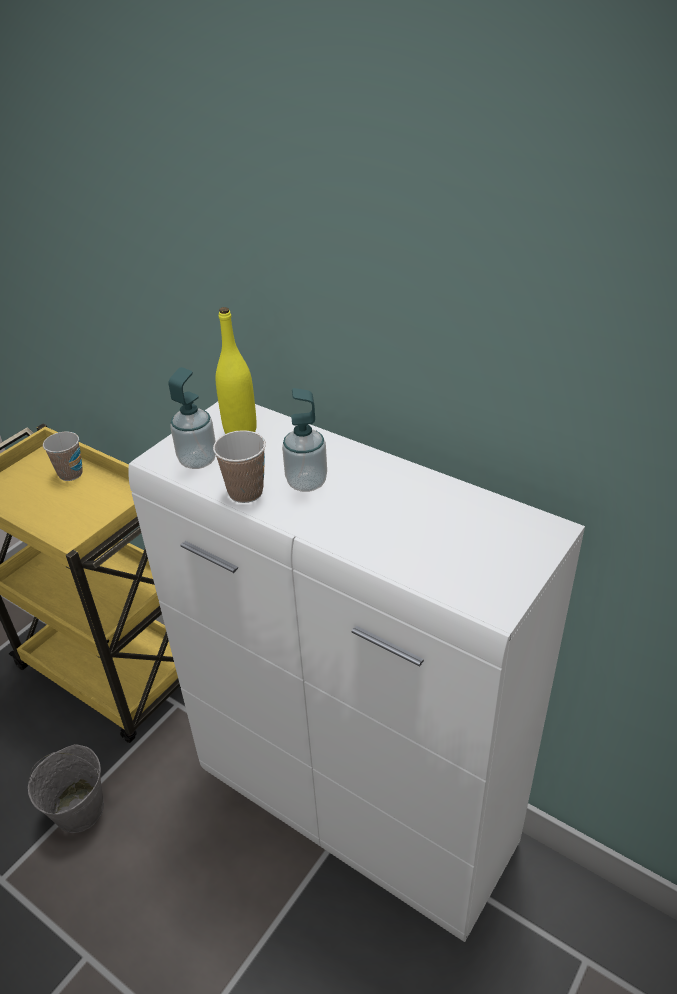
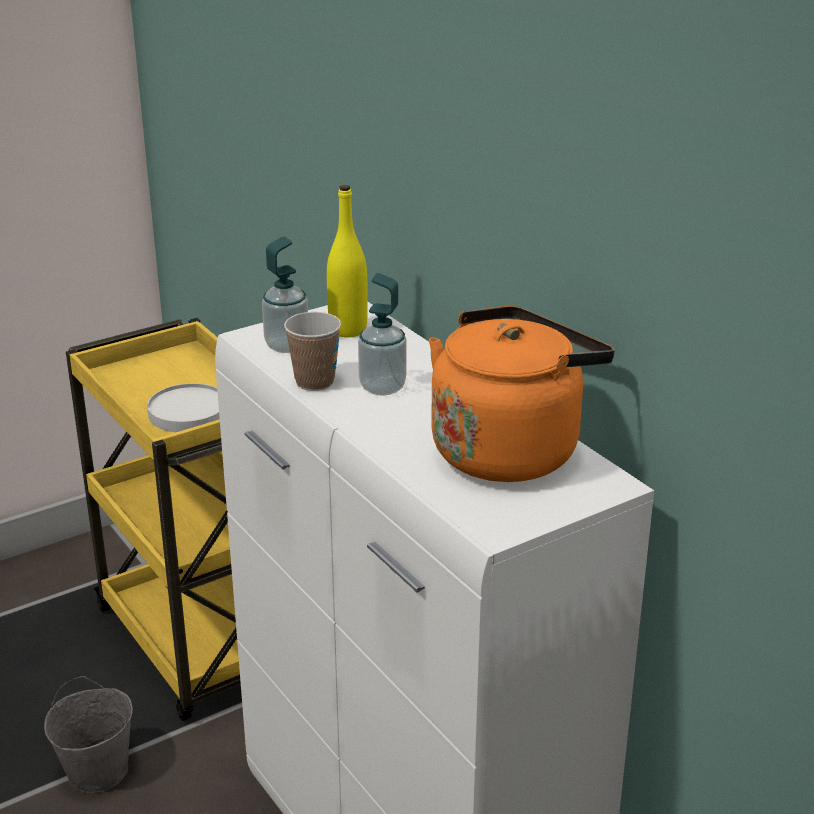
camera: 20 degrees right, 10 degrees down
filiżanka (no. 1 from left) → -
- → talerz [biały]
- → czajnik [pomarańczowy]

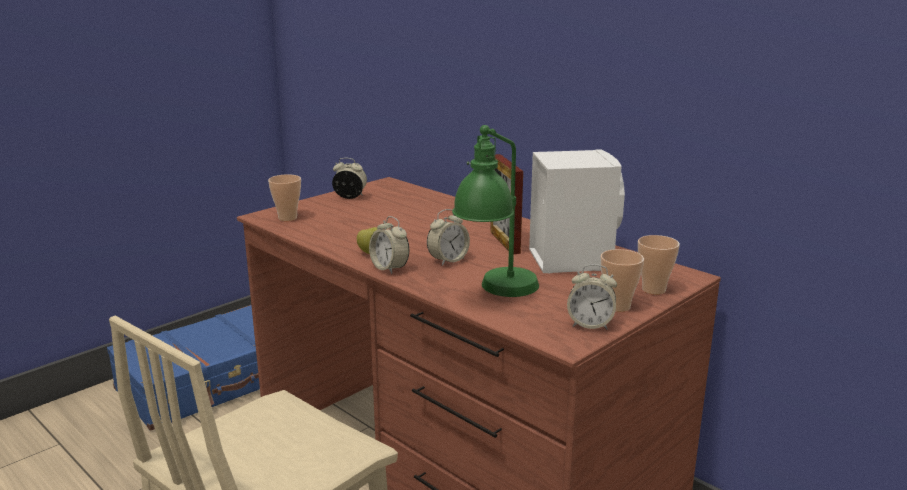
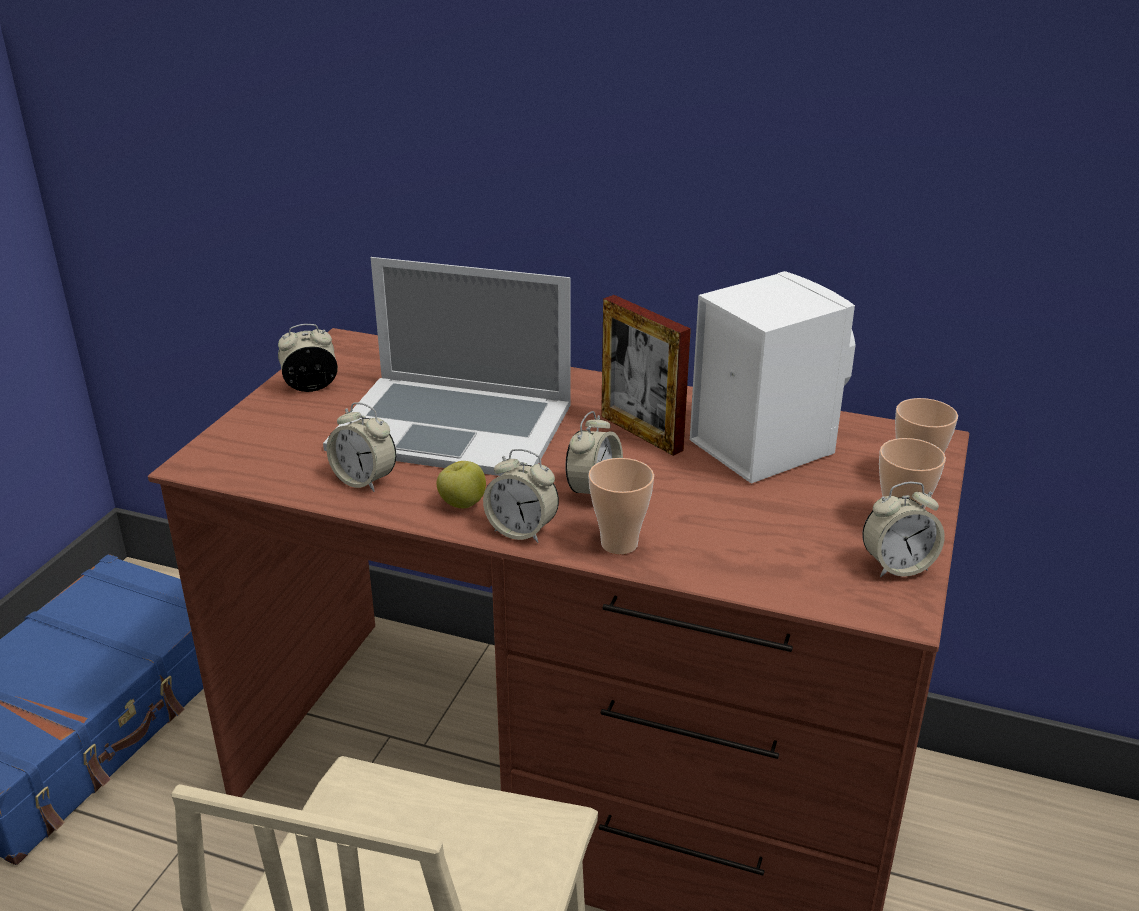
camera: 25 degrees left, 10 degrees up
filiżanka (no. 1 from left), shifted
lampa stołowa [zielony] → -
- → laptop
- → budzik (no. 2 from left)

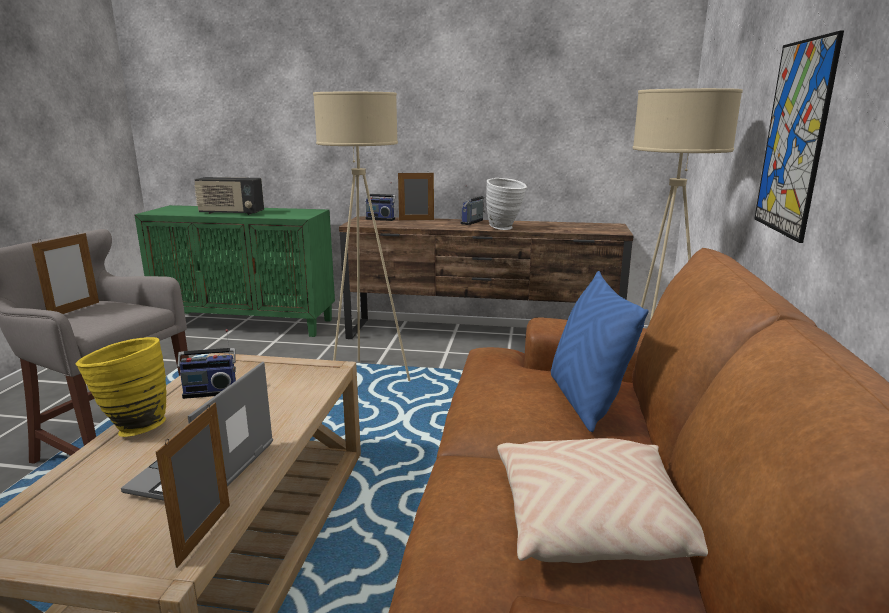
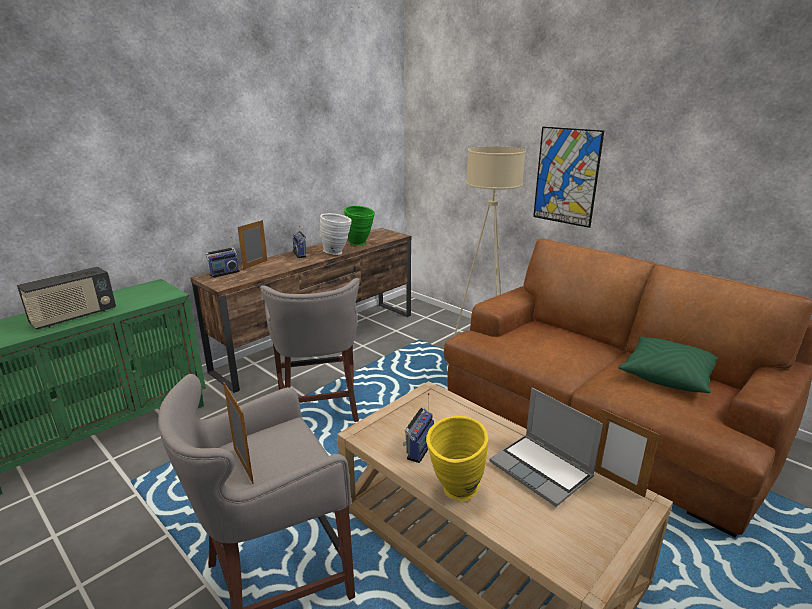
camera: 55 degrees left, 5 degrees up
lampa stojąca [beżowy] (no. 1 from left) → stołek [szary] (no. 2 from left)
poduszka [beżowy] → poduszka [zielony]
poduszka [niebieski] → -
- → wazon [zielony]

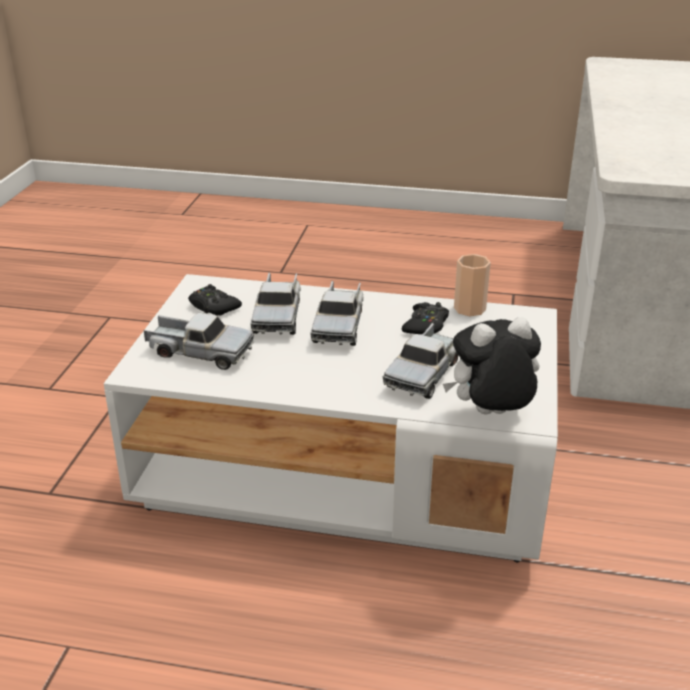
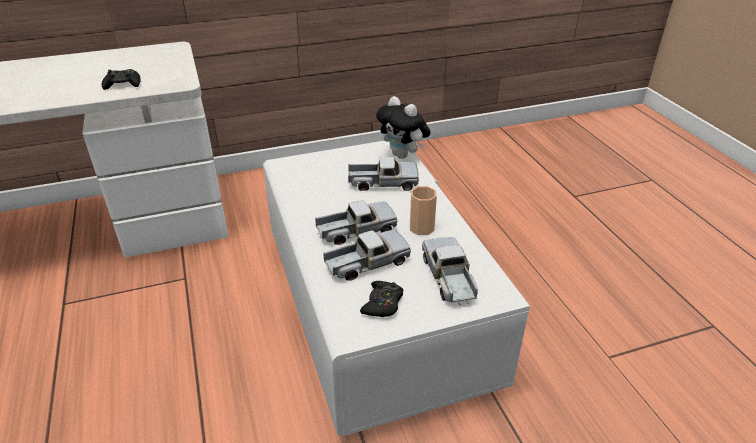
camera: 120 degrees left, 5 degrees up
pad do gier [czarny] (no. 2 from left in the first image) → pad do gier [czarny] (no. 1 from left), shifted
filiżanka, shifted

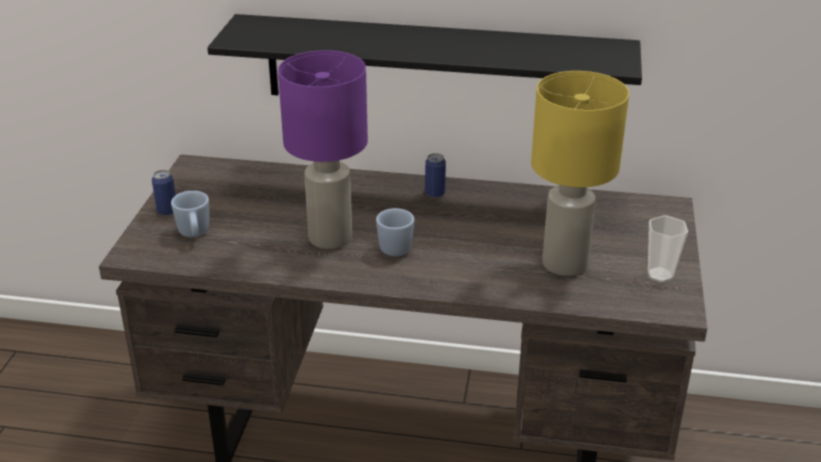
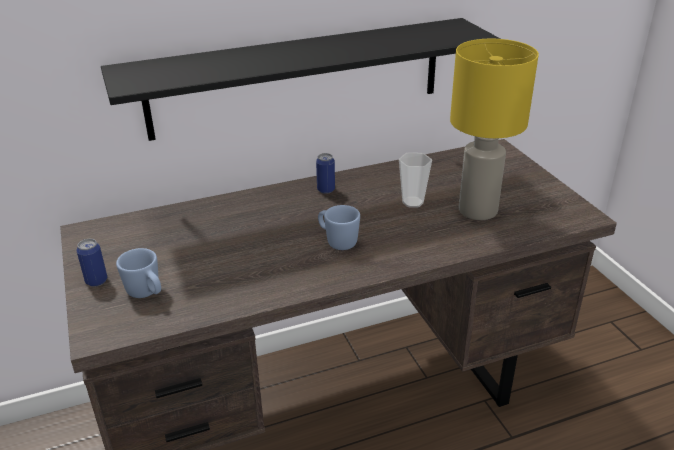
camera: 30 degrees left, 0 degrees up
lampa stołowa [fioletowy] → -
filiżanka, shifted

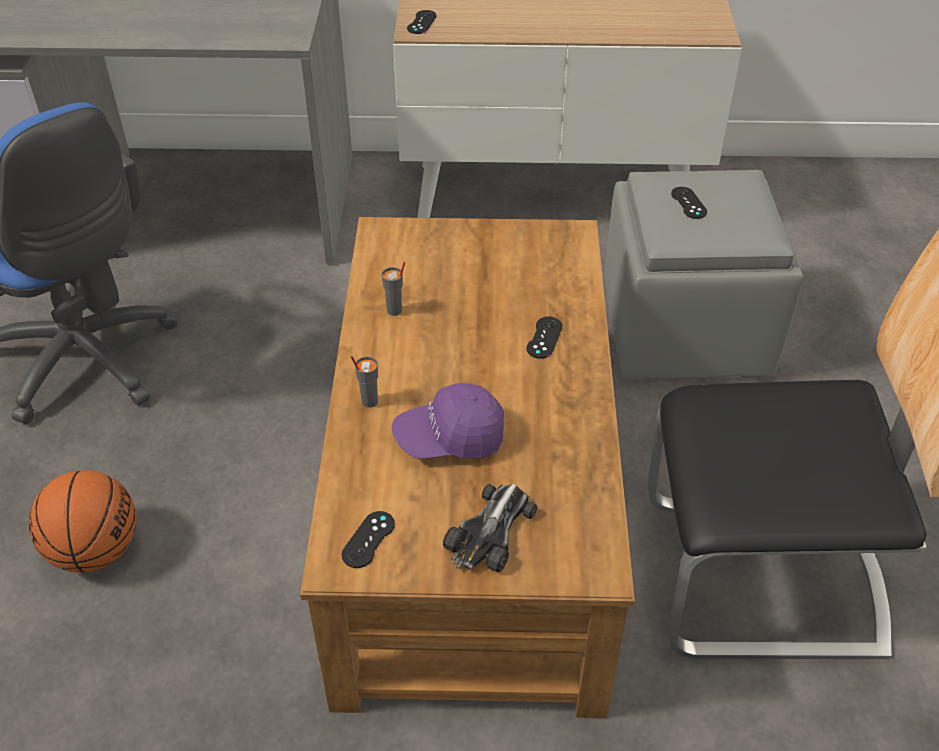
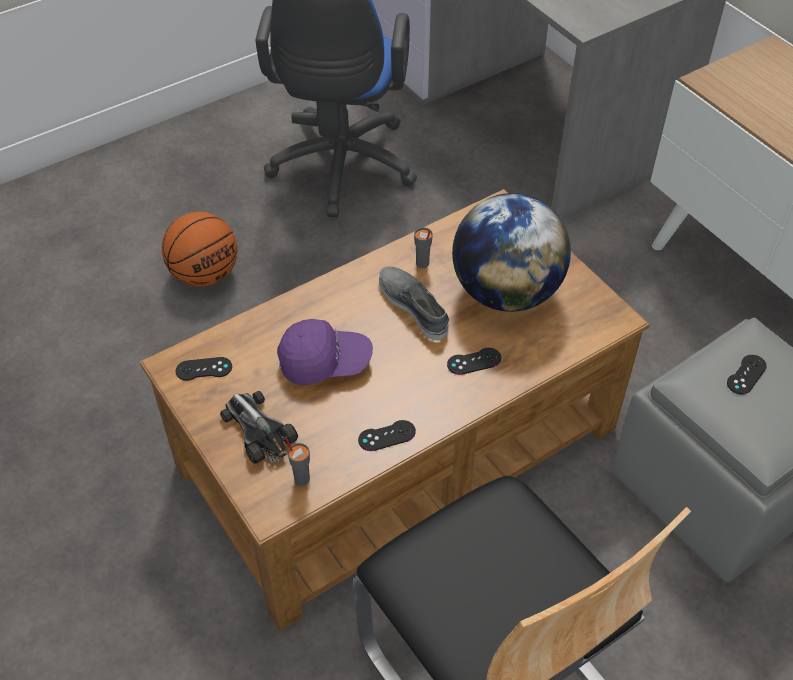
camera: 55 degrees right, 5 degrees up
filiżanka [szary] (no. 1 from left), shifted
czapka z daszkiem [fioletowy], 135 degrees clockwise
pad do gier [czarny] (no. 2 from left), shifted
samochodzik, 120 degrees counterclockwise
- → but [szary]
- → globus

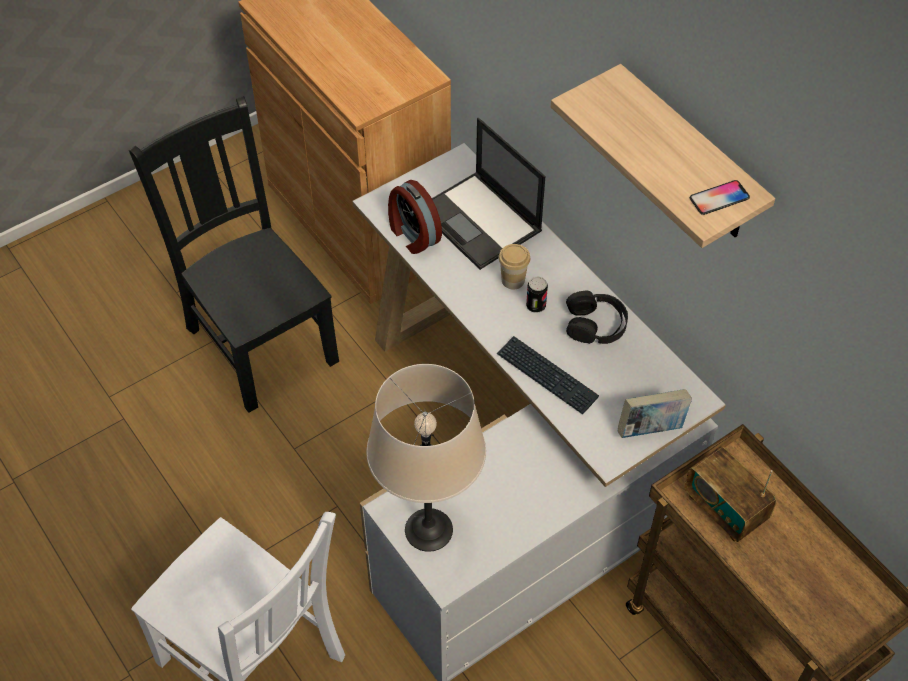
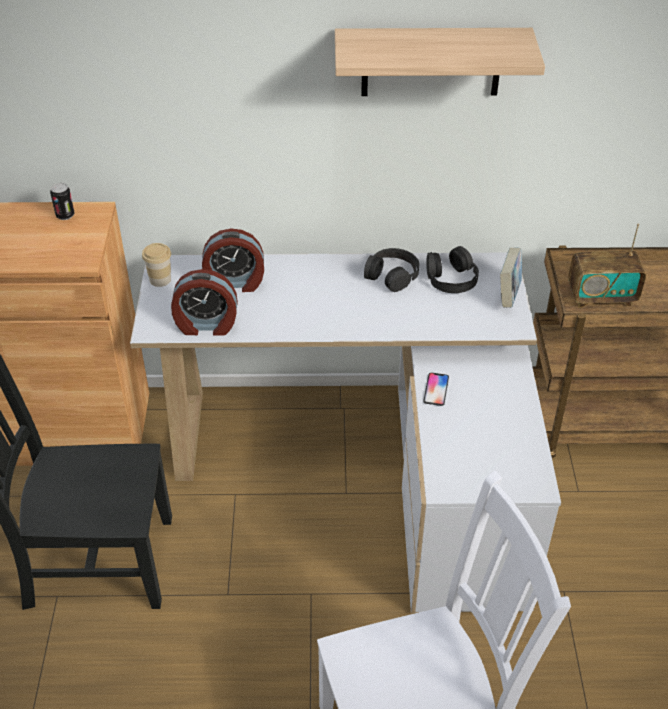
camera: 55 degrees left, 10 degrees down
lampa stołowa [beżowy] → -
laptop → budzik (no. 2 from left)
klawiatura → -
filiżanka, shifted
puszka, shifted
telefon, shifted
- → słuchawki [czarny] (no. 2 from left)

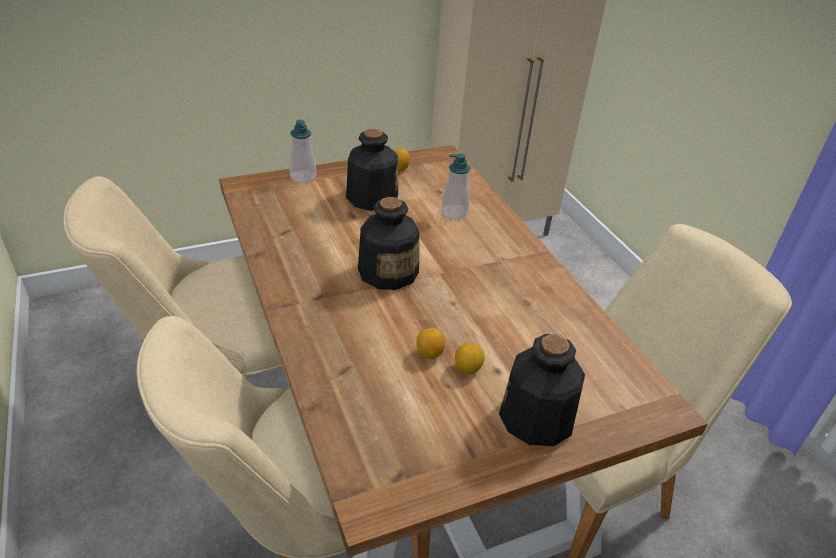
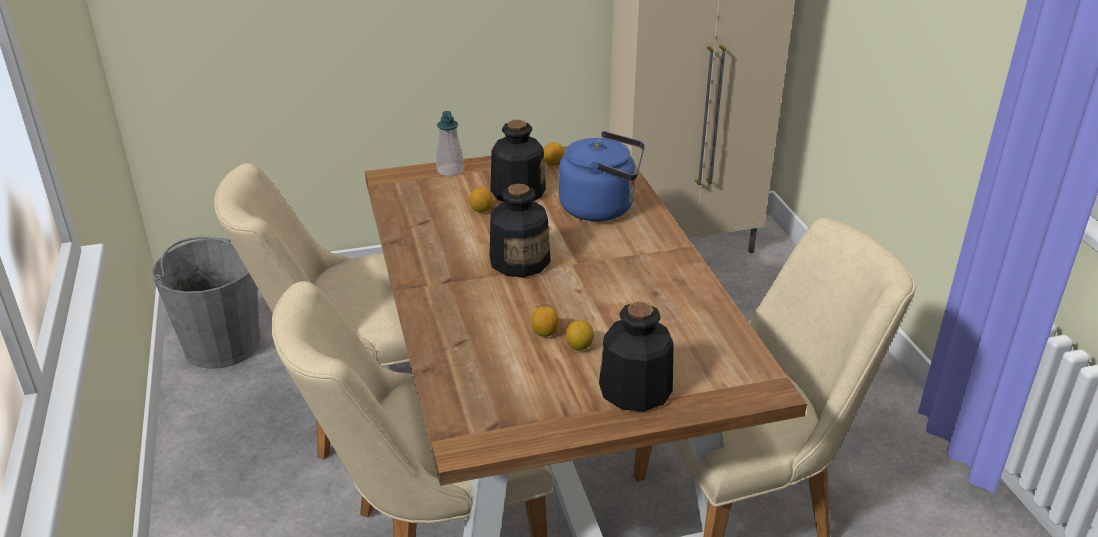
camera: 10 degrees right, 5 degrees down
dozownik mydła (no. 2 from left) → czajnik [niebieski]
- → wiadro [szary]
- → cytryna (no. 1 from left)

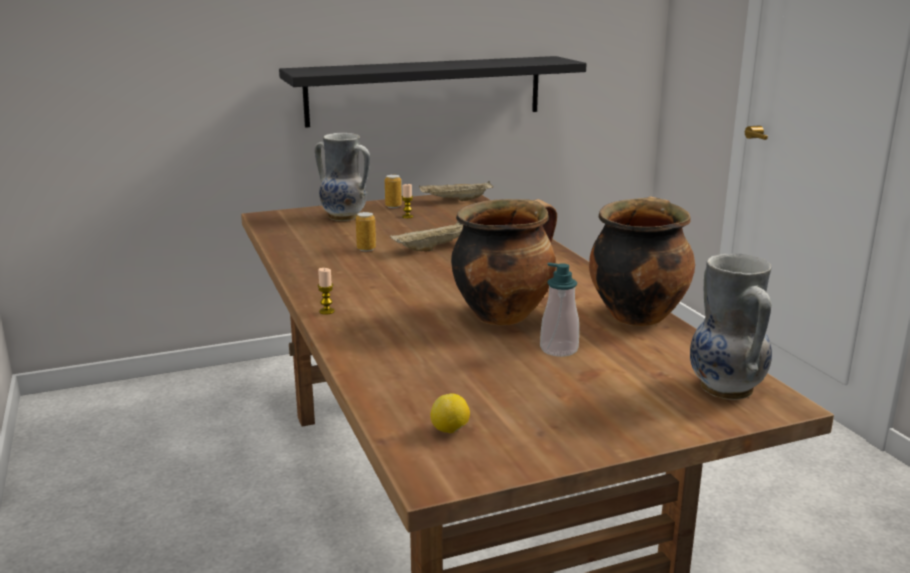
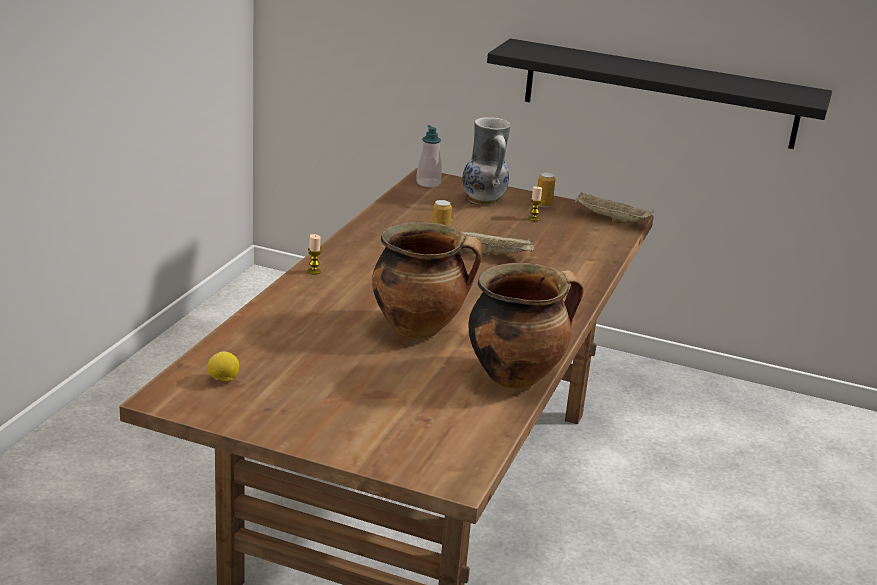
camera: 40 degrees right, 5 degrees up
dozownik mydła, shifted
wazon (no. 2 from left) → -

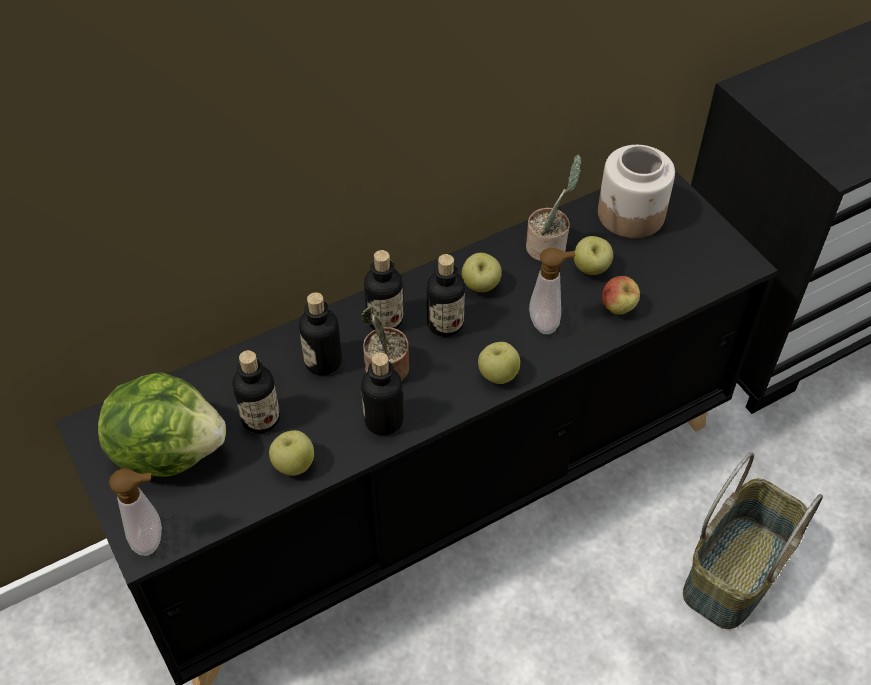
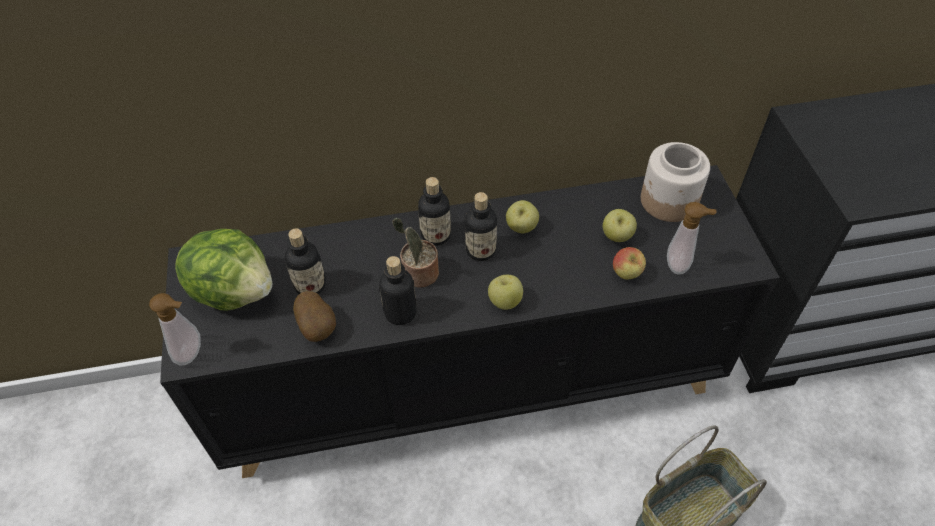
camera: 20 degrees right, 0 degrees up
jabłko (no. 1 from left) → ziemniak
butelka (no. 2 from left) → -
roślina doniczkowa (no. 2 from left) → -
dozownik mydła (no. 2 from left), shifted

